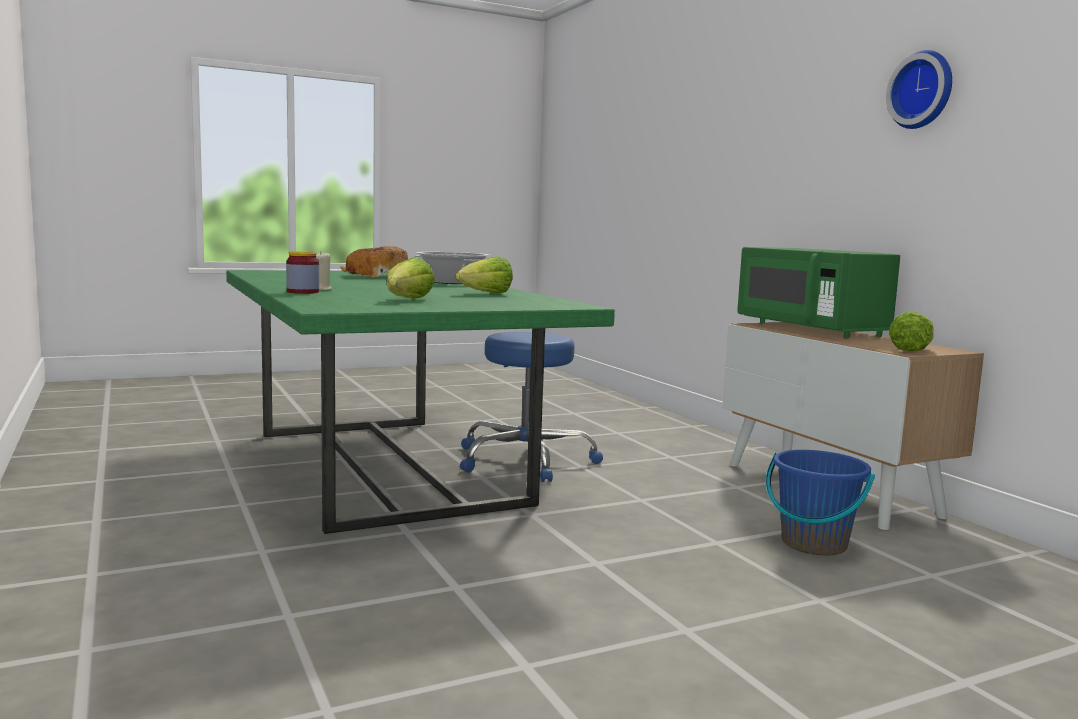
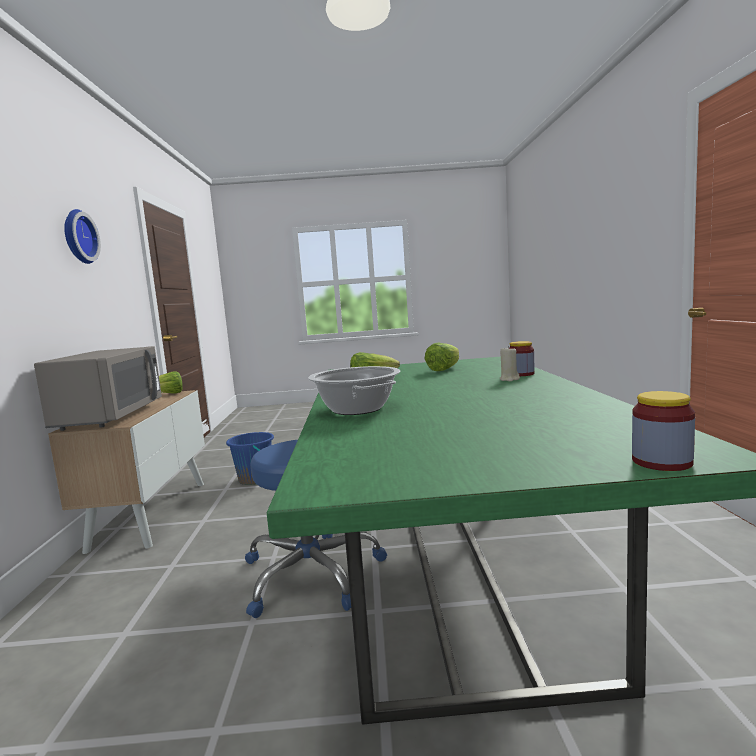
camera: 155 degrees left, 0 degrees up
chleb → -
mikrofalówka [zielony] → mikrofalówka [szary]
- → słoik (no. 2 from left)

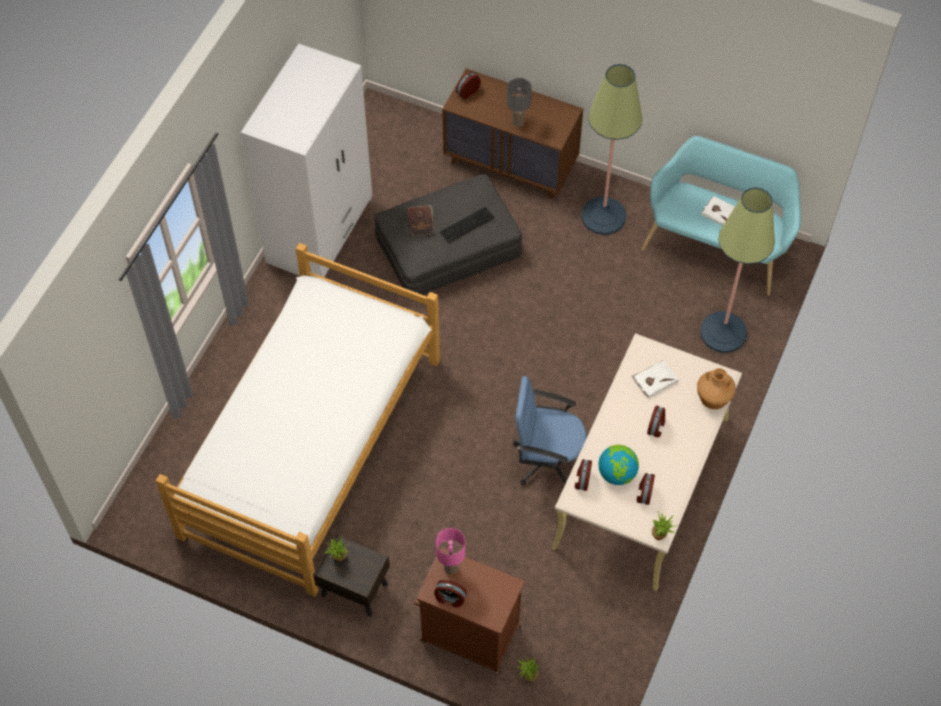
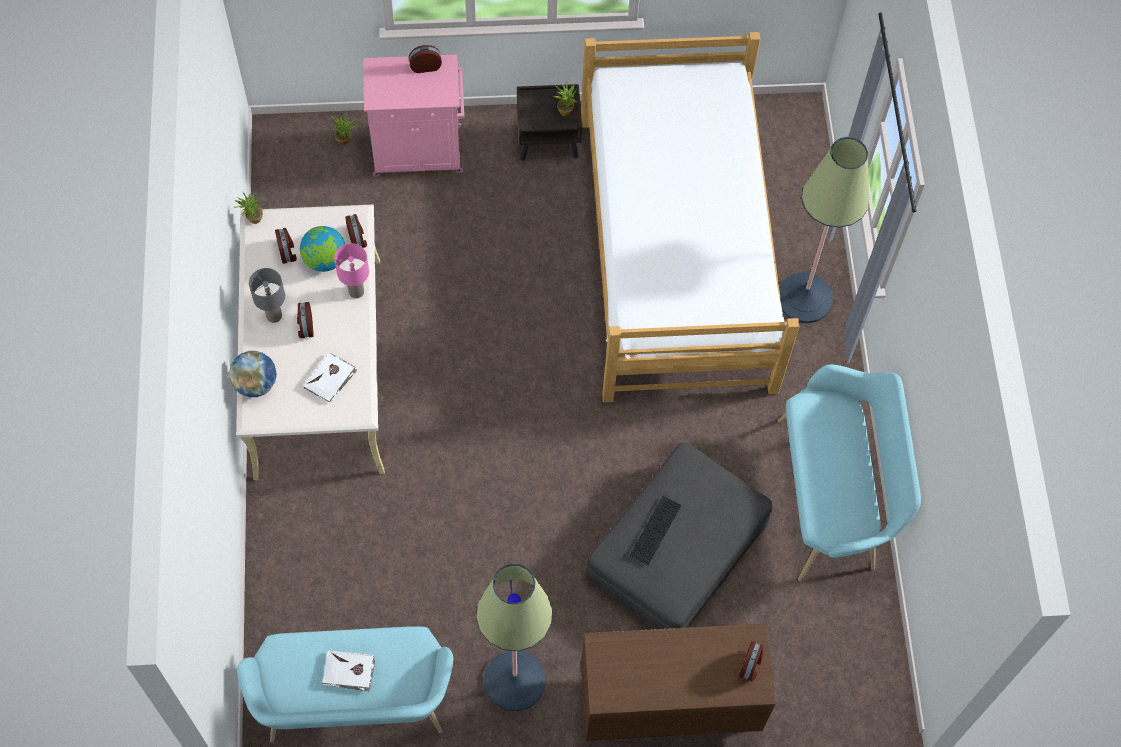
camera: 150 degrees right, 5 degrees up
szafa [biały] → ławka [turkusowy] (no. 2 from left)
książka [brązowy] → -
szafka [brązowy] → szafka [różowy]
lampa stołowa [różowy], shifted
lampa stołowa [szary], shifted
krzesło biurowe [niebieski] → -
wazon [brązowy] → globus (no. 1 from left)
lampa stojąca (no. 2 from left), shifted

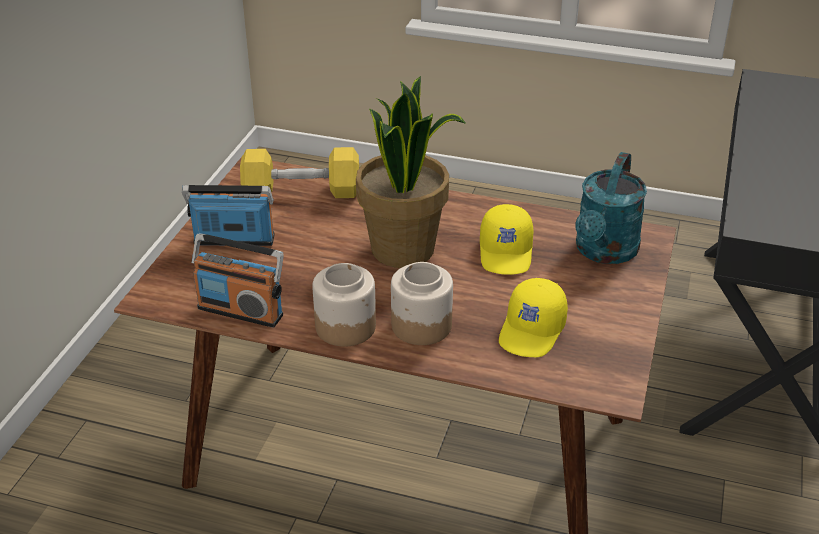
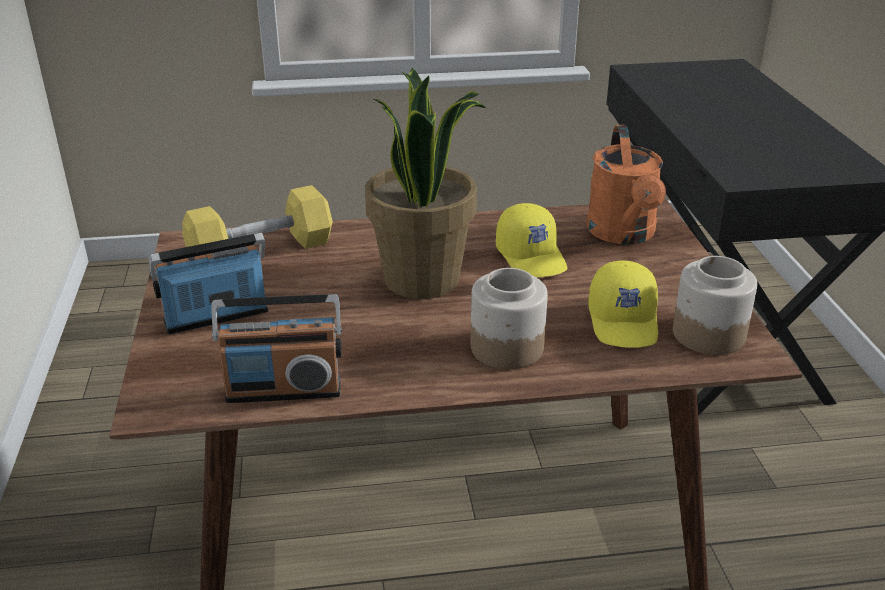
camera: 25 degrees left, 5 degrees down
słoik (no. 1 from left in the first image) → słoik (no. 2 from left), shifted
konewka [turkusowy] → konewka [pomarańczowy]

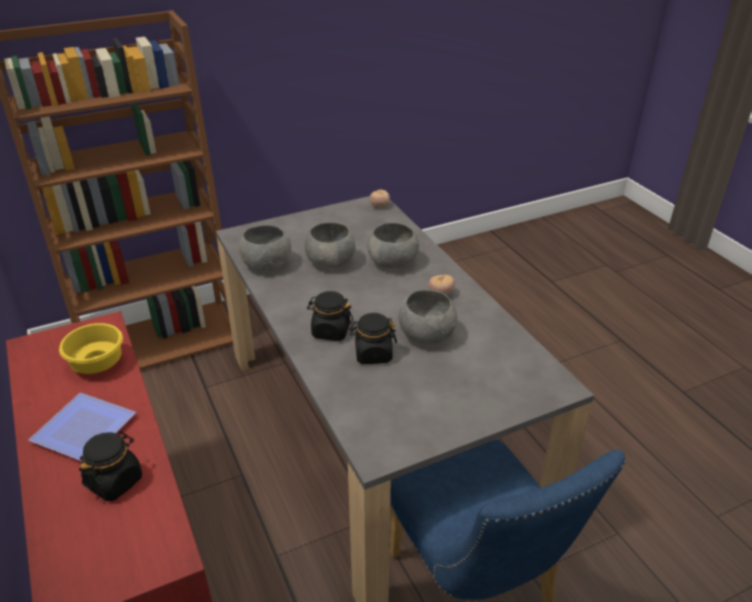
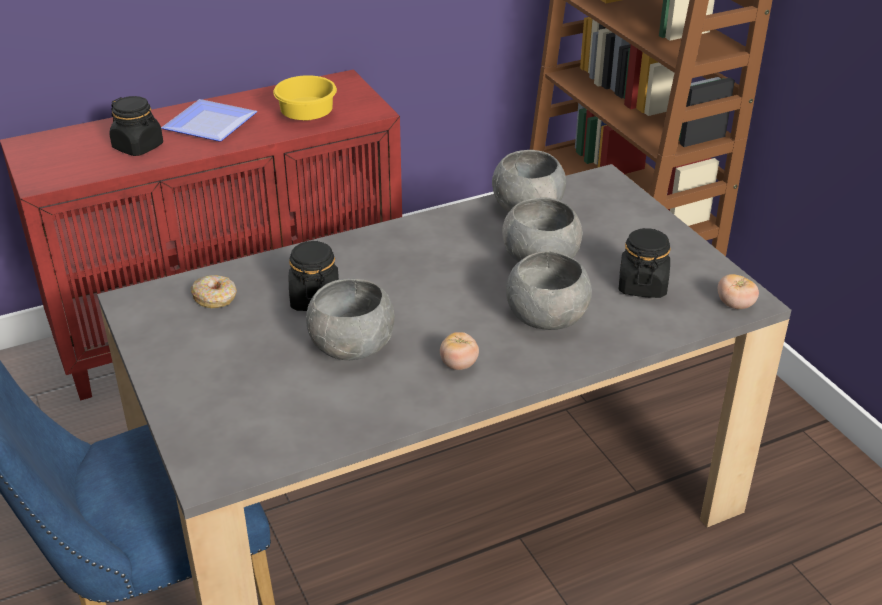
camera: 90 degrees right, 0 degrees up
słoik [czarny] (no. 2 from left in the first image) → słoik [czarny] (no. 3 from left), shifted
- → donut

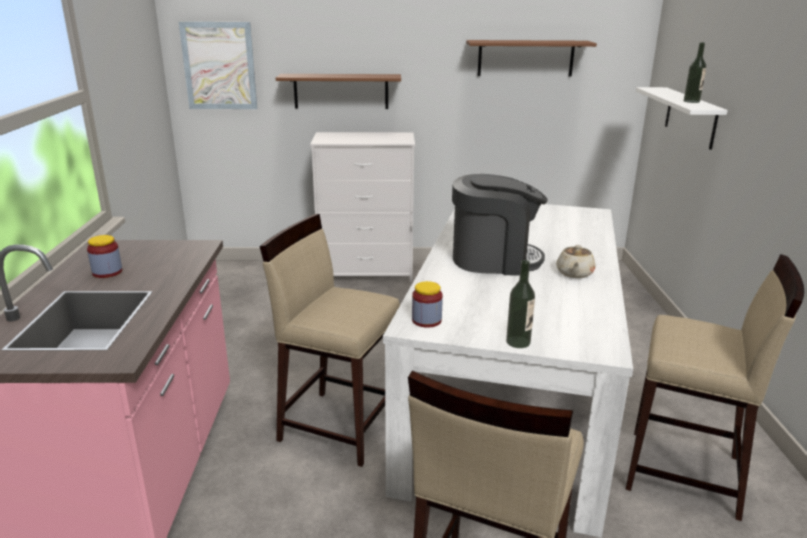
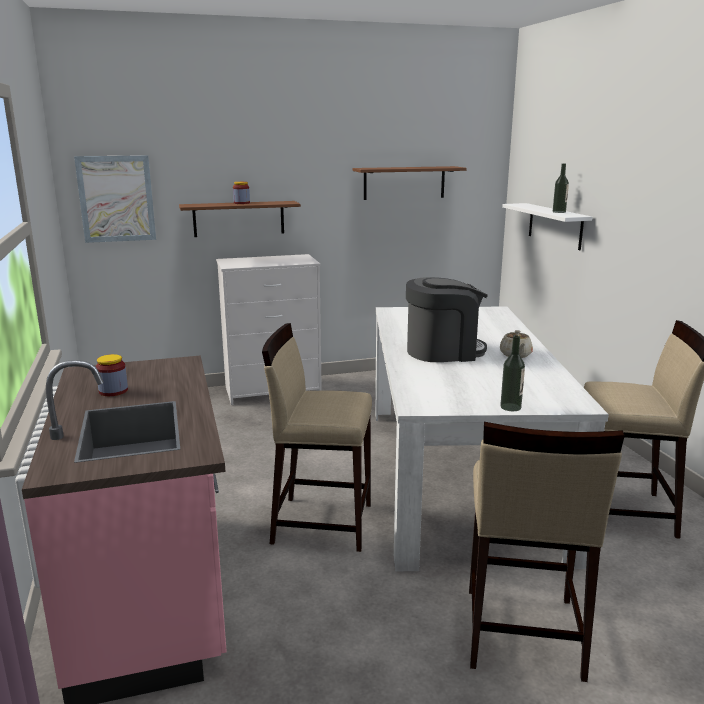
camera: 15 degrees left, 5 degrees down
słoik (no. 2 from left), shifted

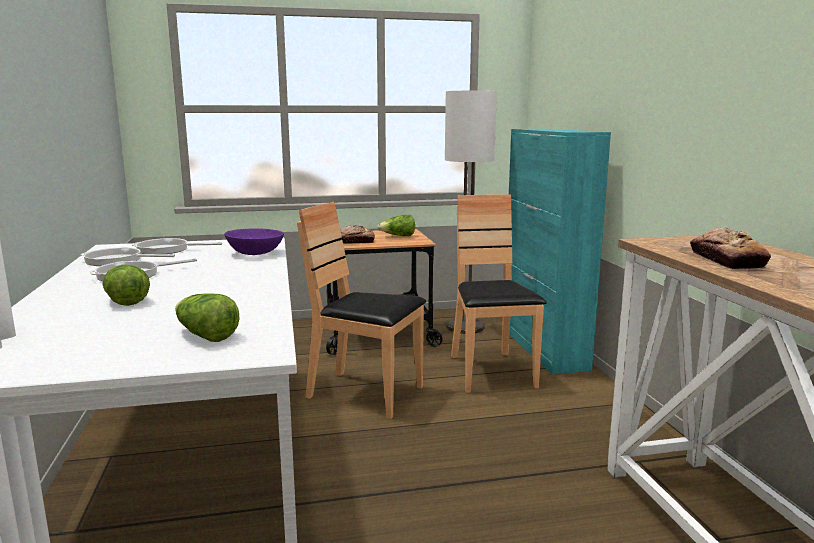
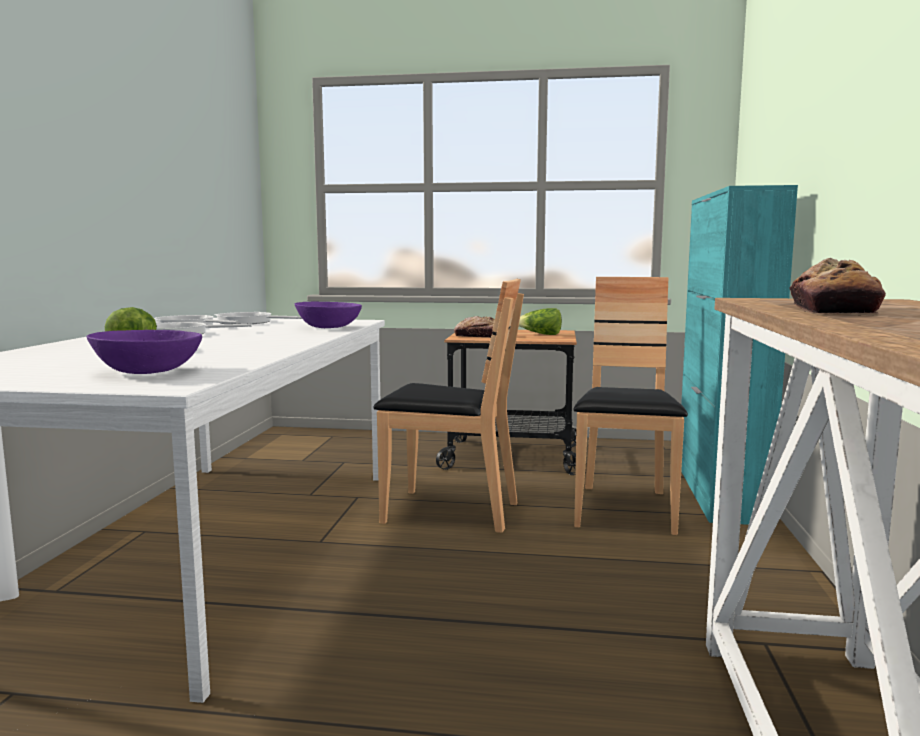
camera: 20 degrees right, 5 degrees down
sałata (no. 2 from left) → miska [fioletowy] (no. 1 from left)
krzesło [brązowy] (no. 1 from left), 150 degrees clockwise
lampa stojąca → -

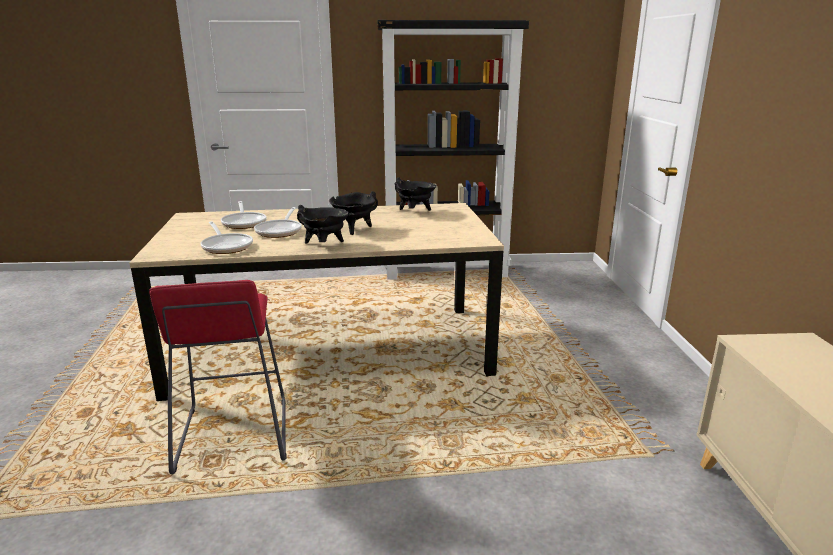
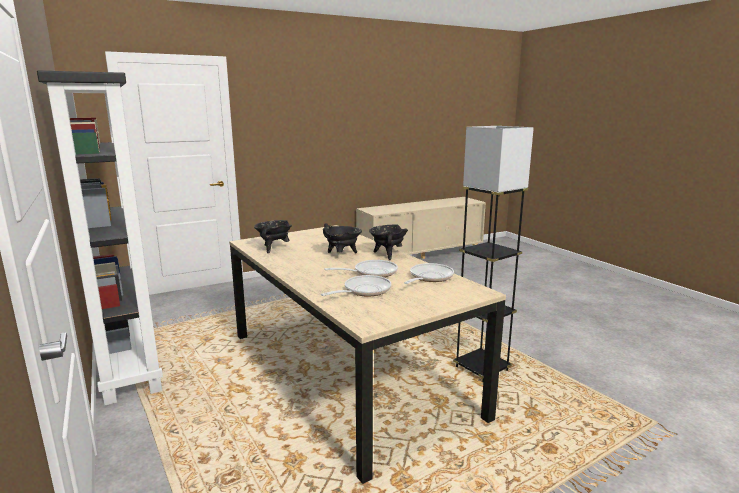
camera: 115 degrees left, 5 degrees down
stołek [czerwony] → lampa stojąca [szary]

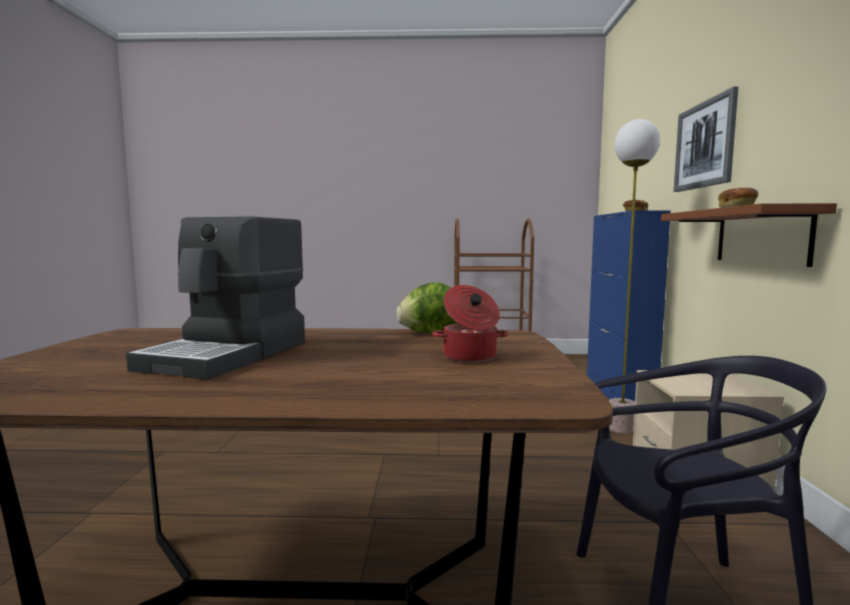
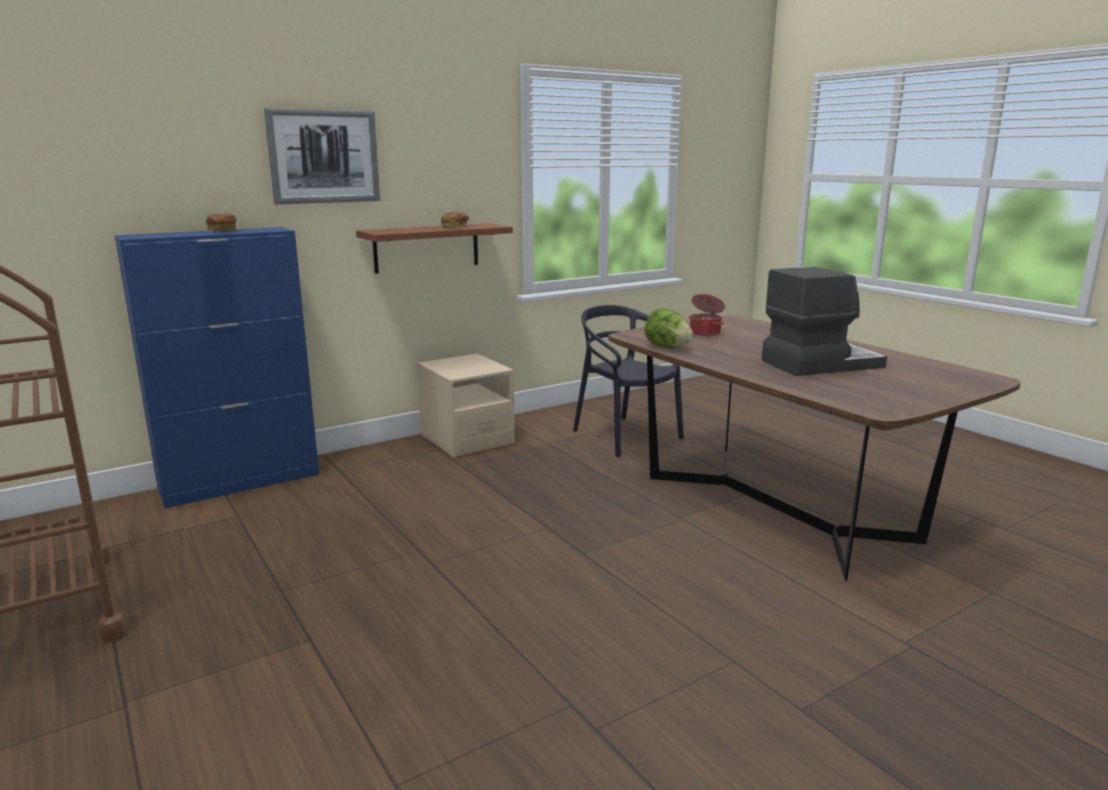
camera: 125 degrees left, 10 degrees up
lampa stojąca → -

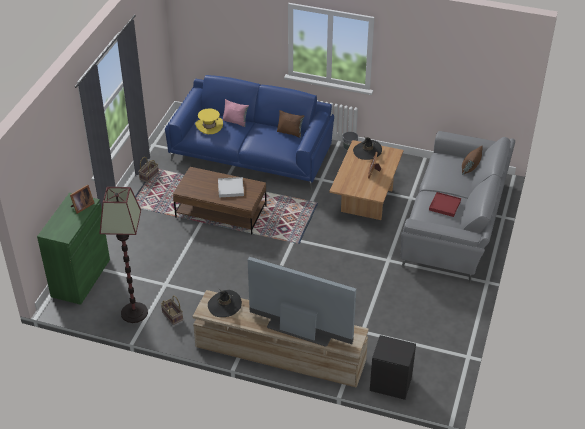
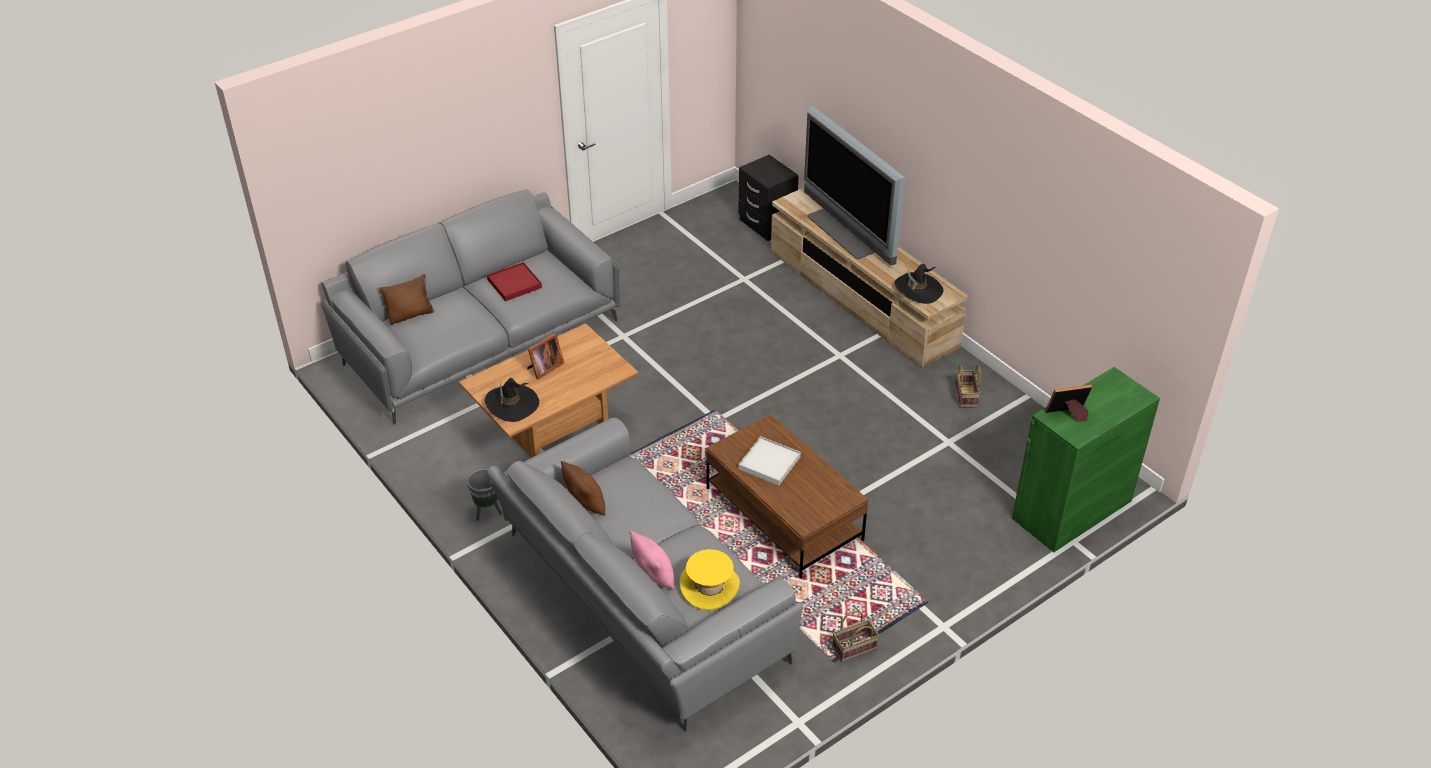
camera: 145 degrees left, 0 degrees up
lampa stojąca → -
kanapa [niebieski] → kanapa [szary] (no. 2 from left)

